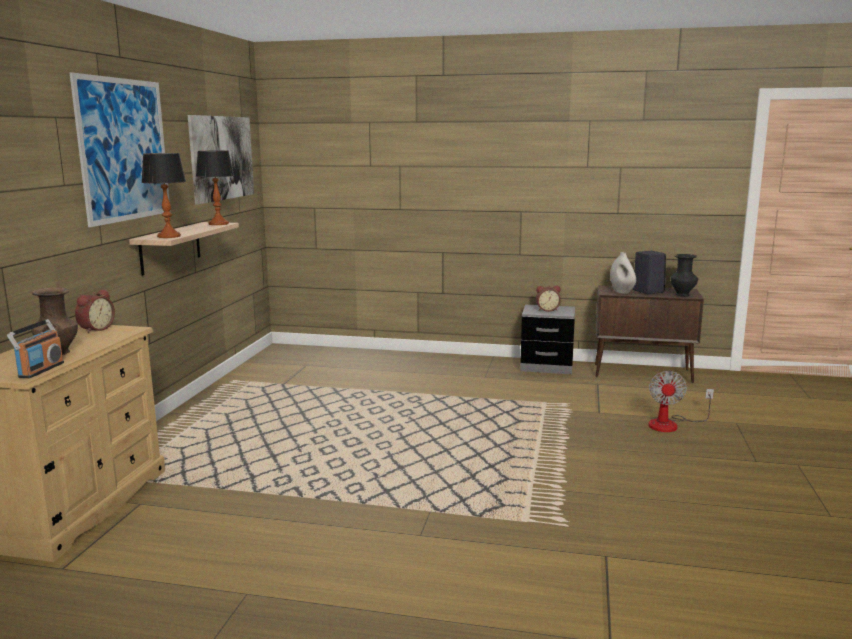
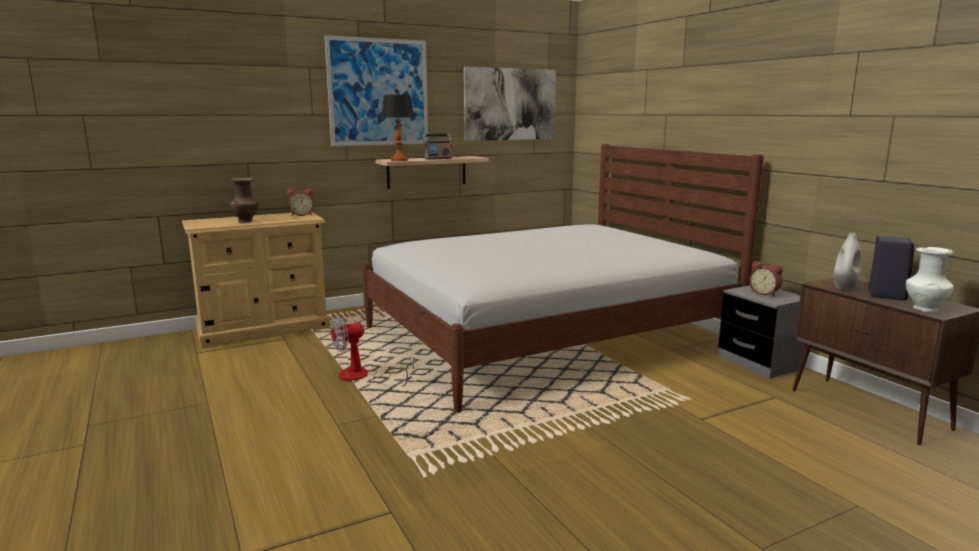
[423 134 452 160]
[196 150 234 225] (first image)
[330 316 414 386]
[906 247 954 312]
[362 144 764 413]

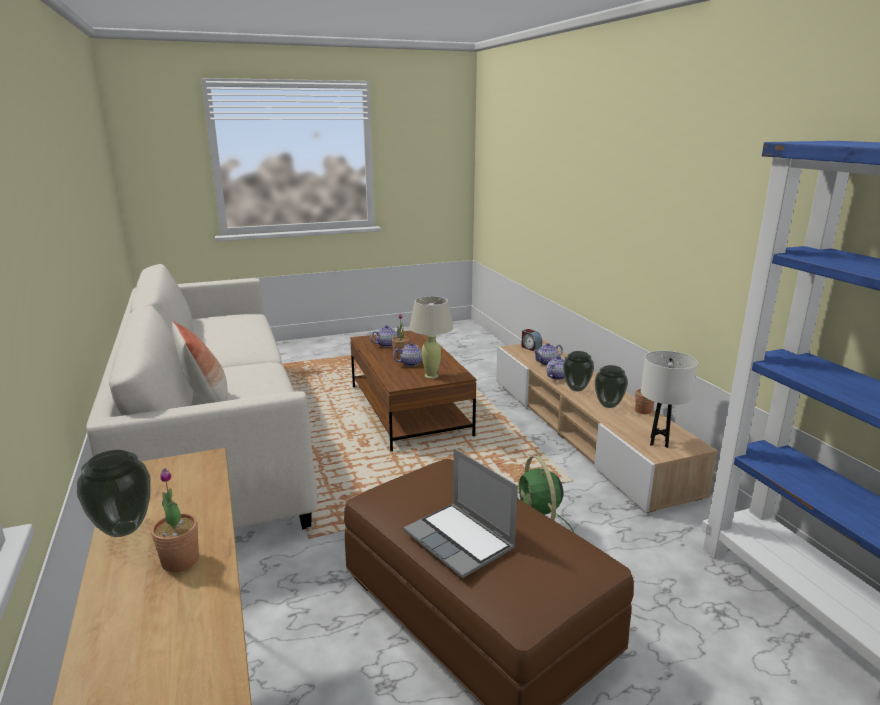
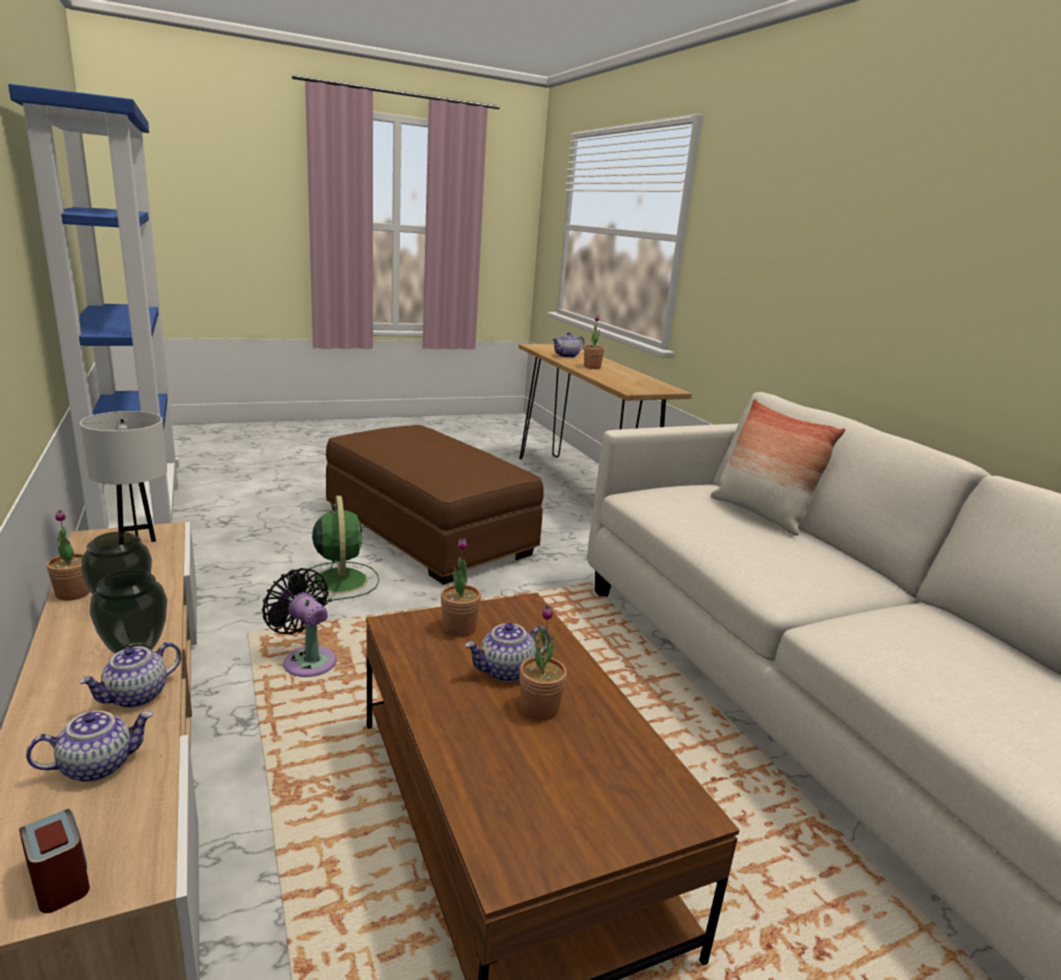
[77 450 150 537] (first image)
[552 332 585 358]
[404 448 518 578] (first image)
[441 538 481 637]
[262 568 337 677]

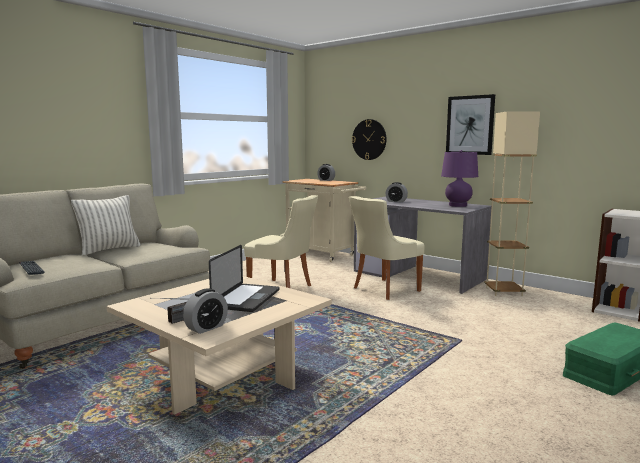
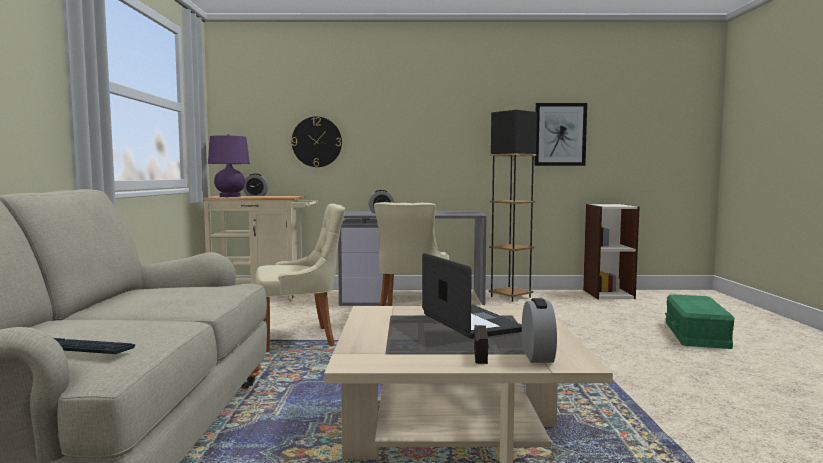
[71 195 141 256] (first image)
[208 134 250 197]
[534 103 587 166]
[489 110 537 302]

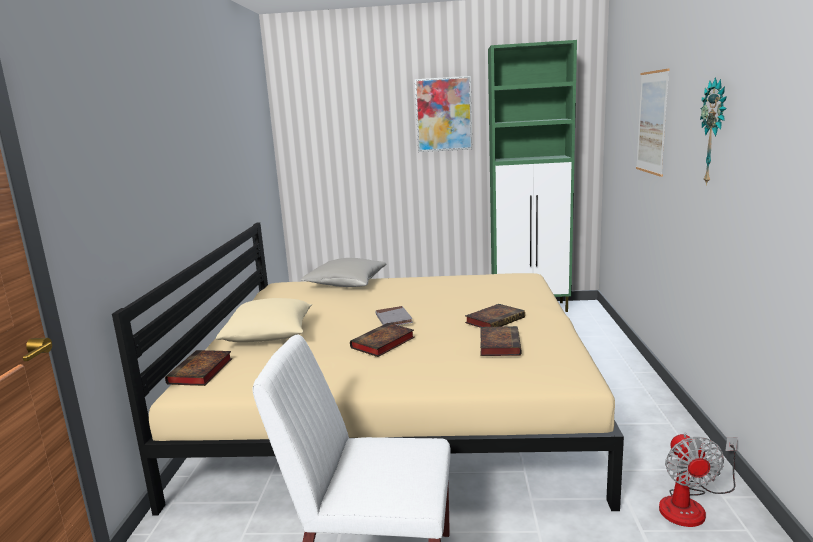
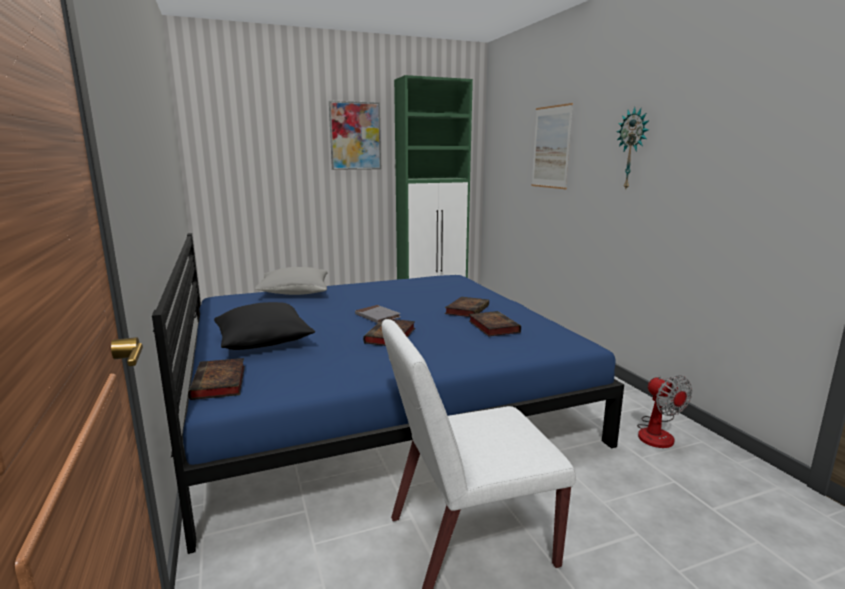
[152 233 624 554]
[214 302 315 350]

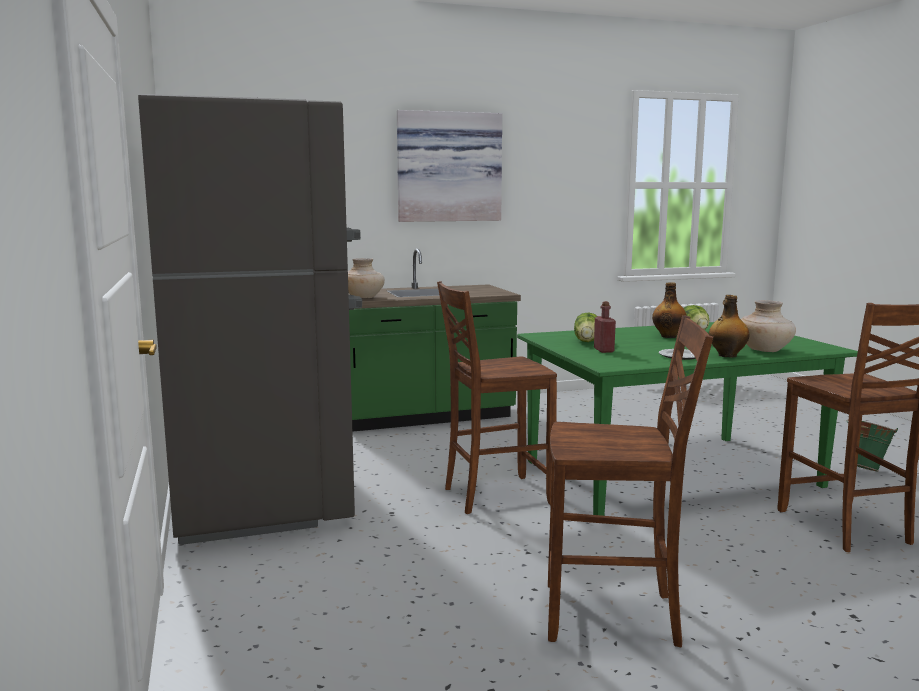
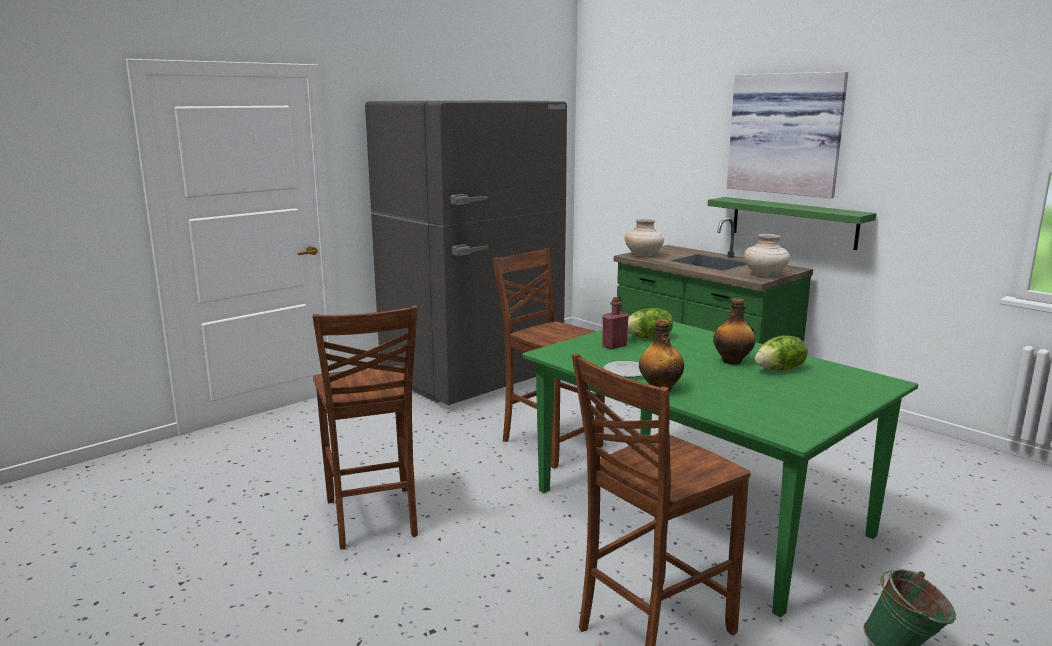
[744 234 790 277]
[707 197 876 250]

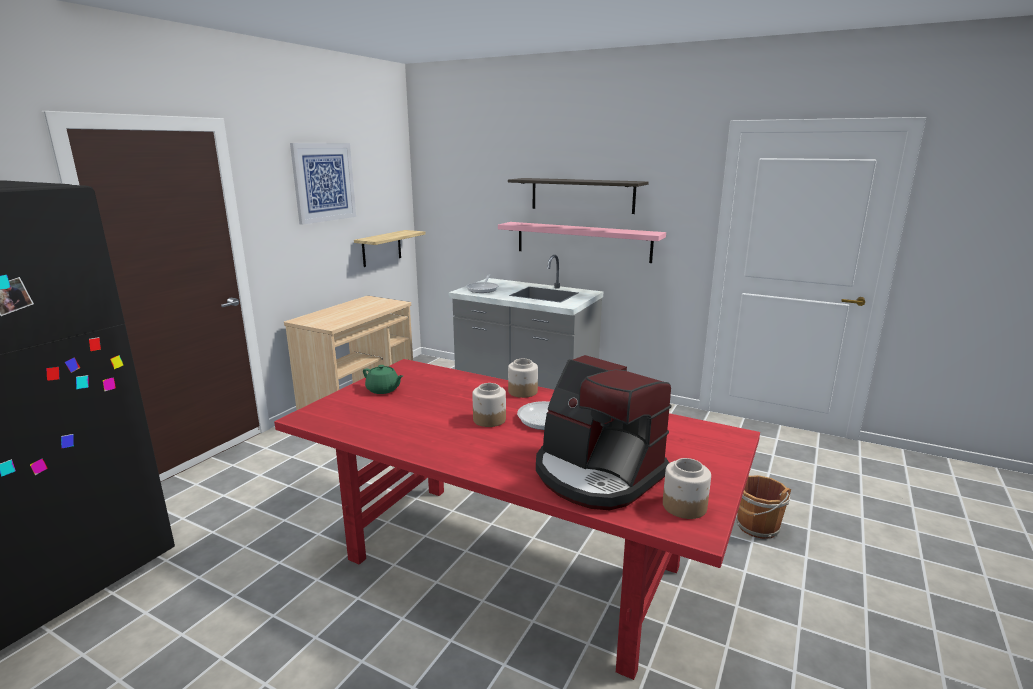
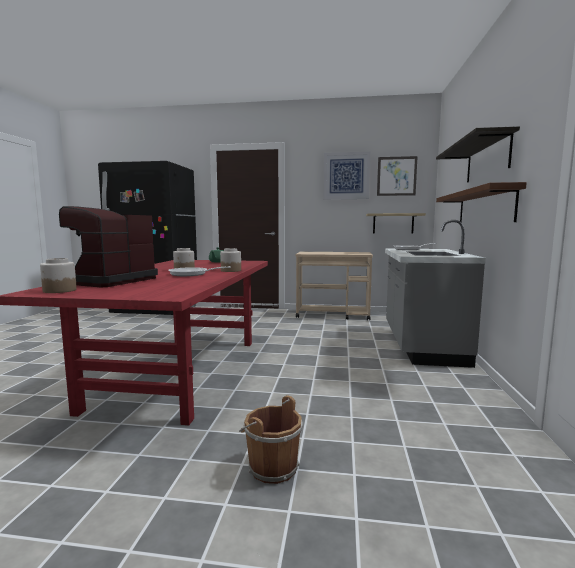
[436 182 527 222]
[377 156 418 196]

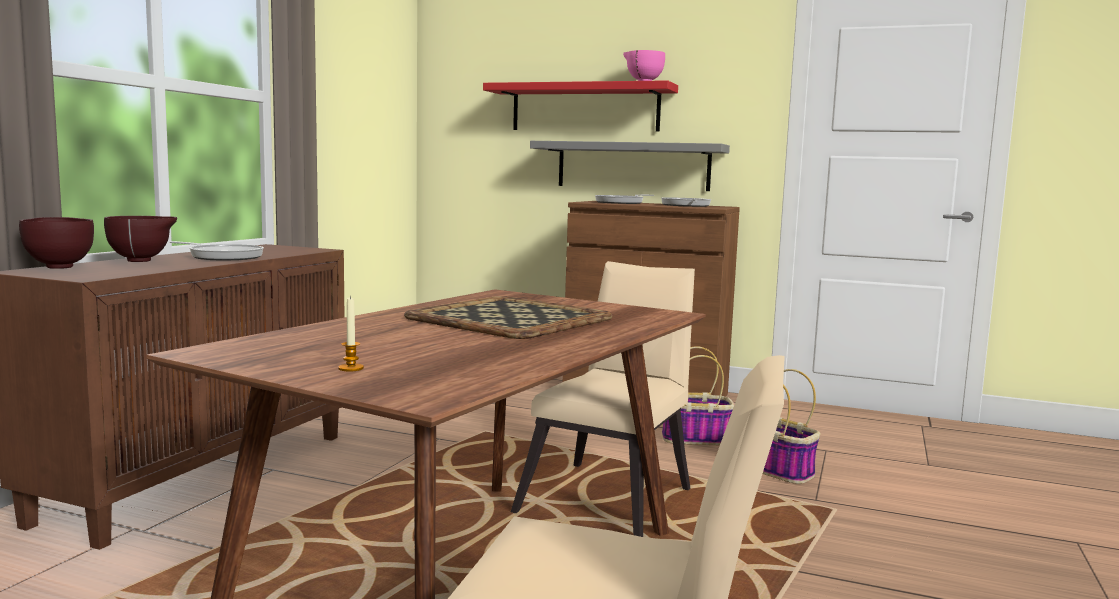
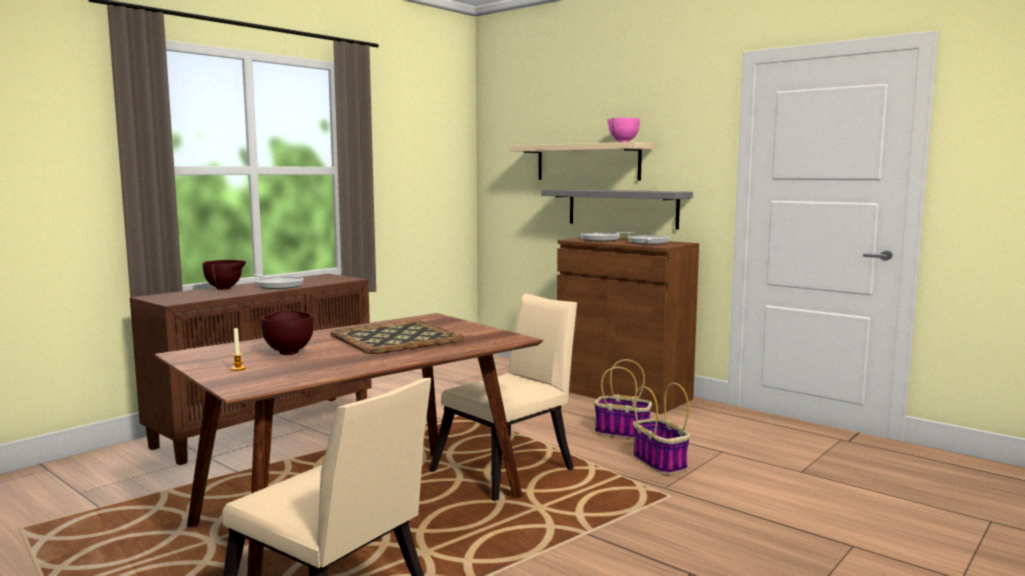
[261 310 314 355]
[510 142 654 180]

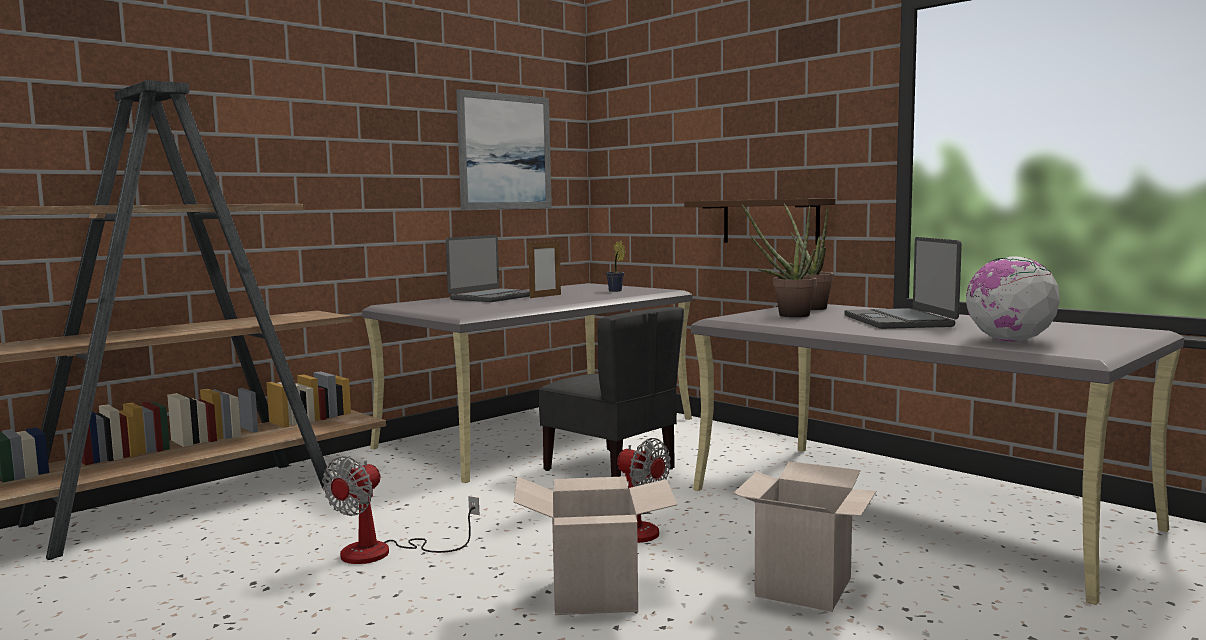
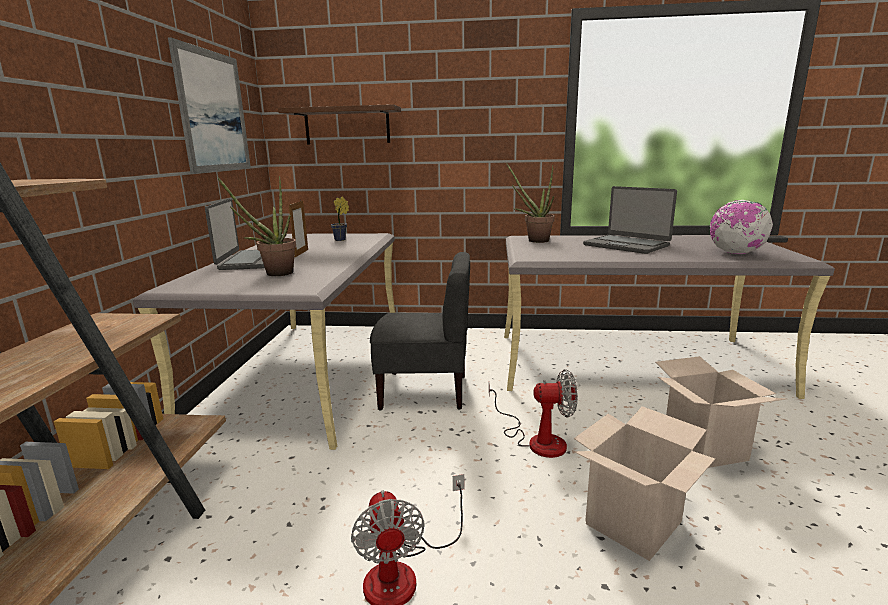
[278 104 401 145]
[217 176 296 276]

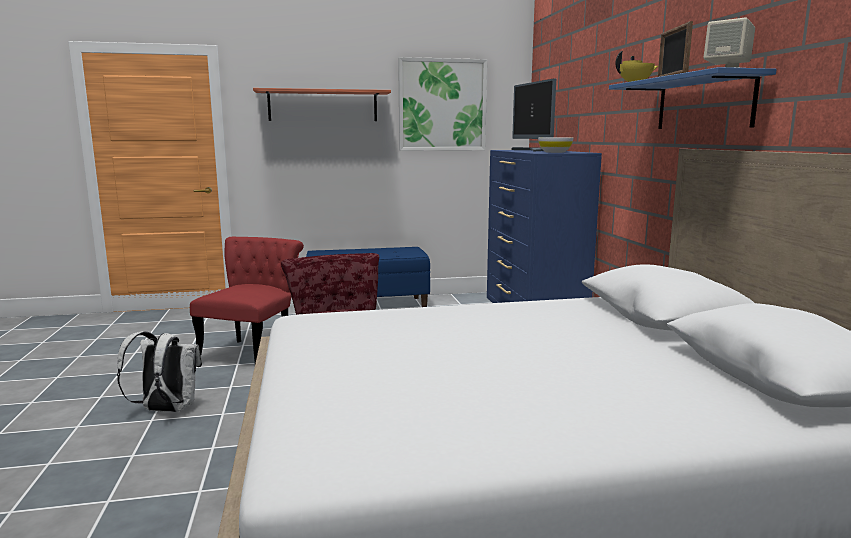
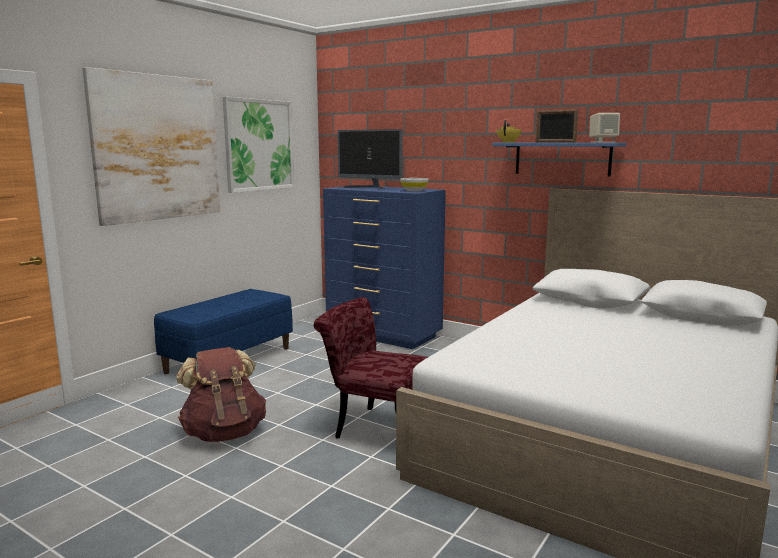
[117 331 202 412] (first image)
[176 347 266 442]
[82 67 220 226]

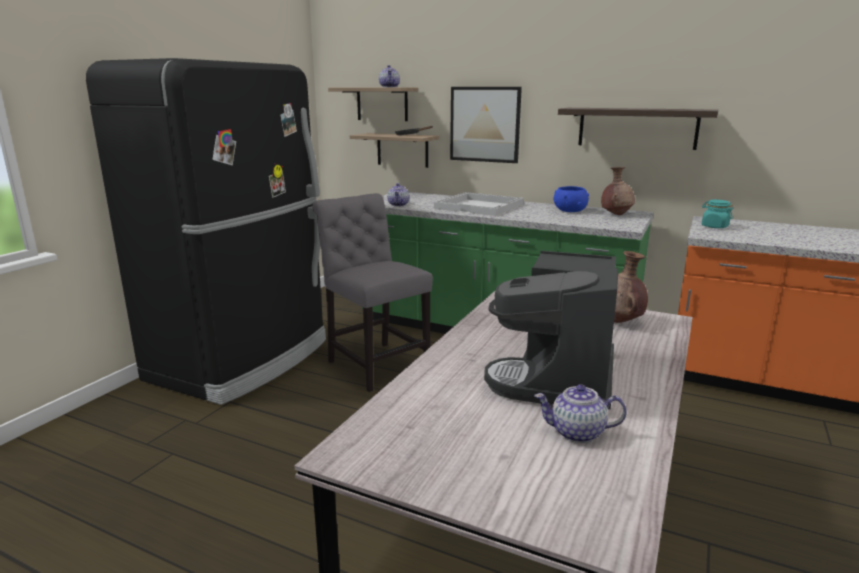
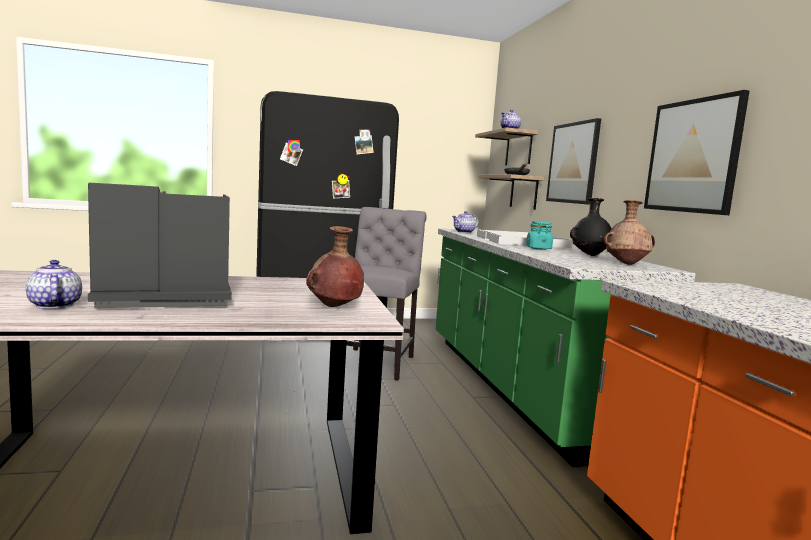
[570 198 612 256]
[644 90 750 215]
[526 221 553 250]

